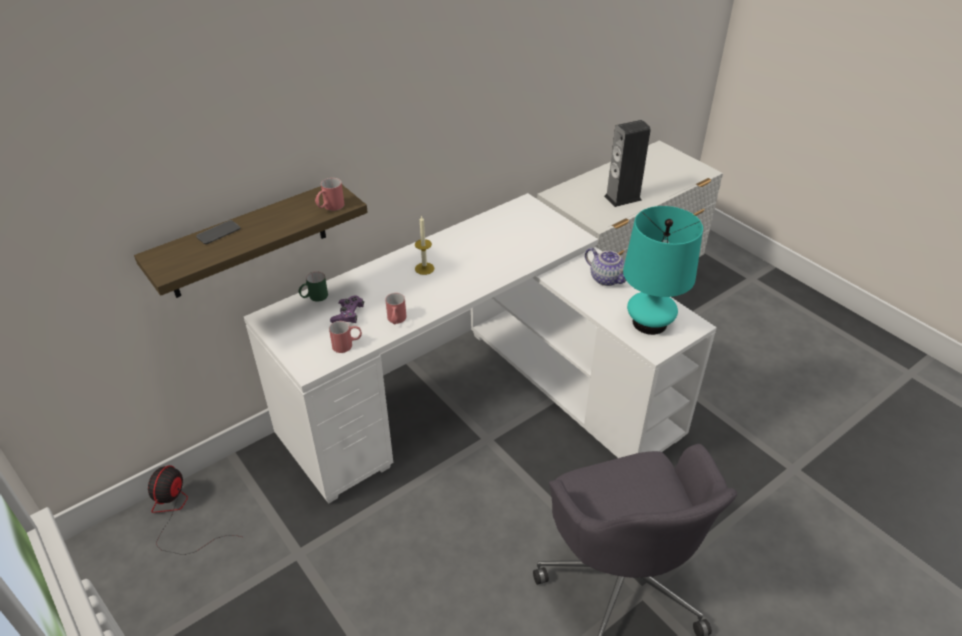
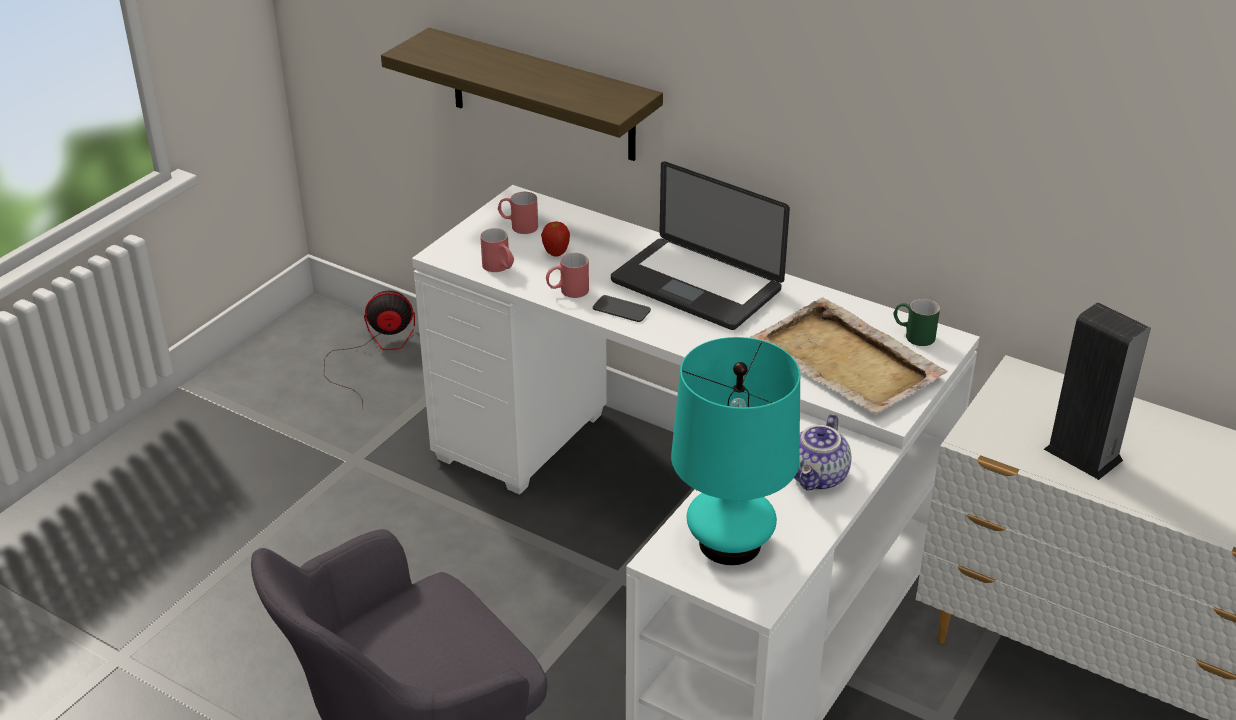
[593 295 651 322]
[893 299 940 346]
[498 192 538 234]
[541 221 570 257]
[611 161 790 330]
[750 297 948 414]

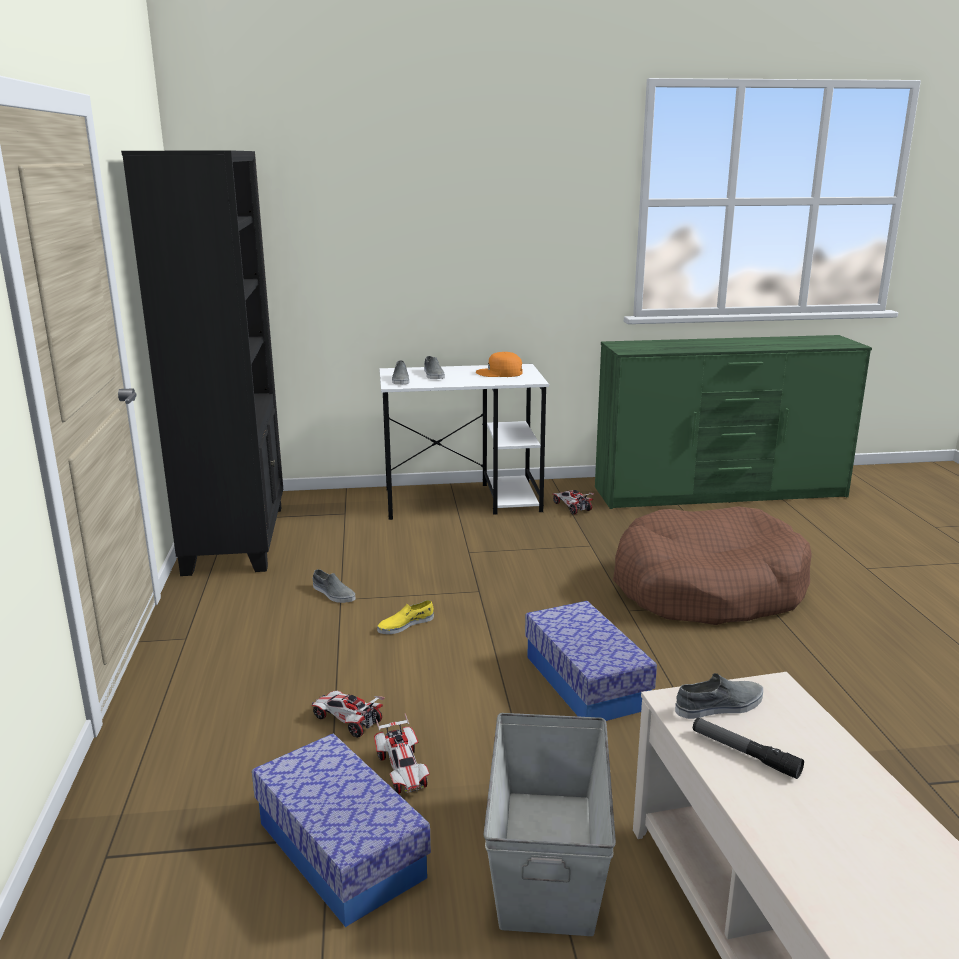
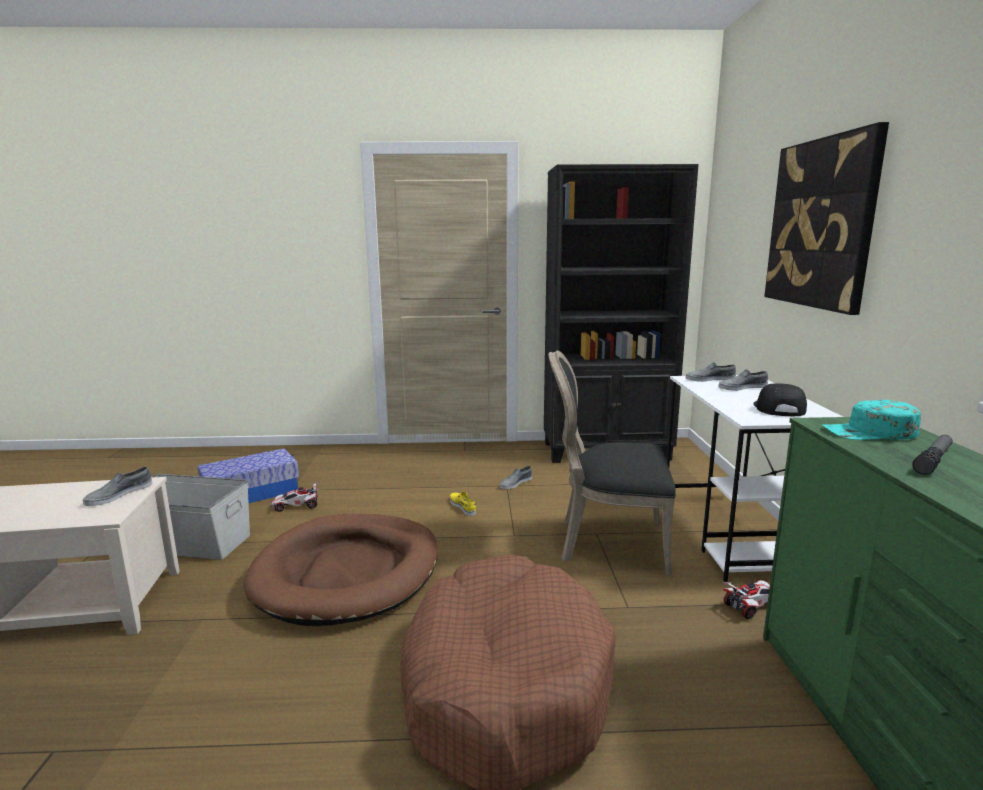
[312 691 385 738] (first image)
[753 383 807 416]
[244 514 438 626]
[83 467 152 506]
[912 435 953 475]
[548 350 676 576]
[764 122 889 315]
[821 400 921 440]

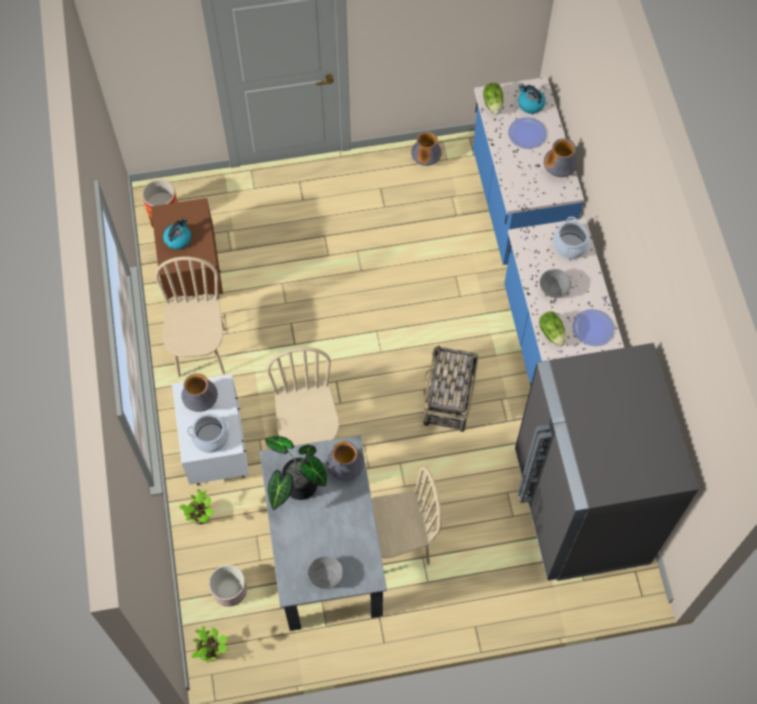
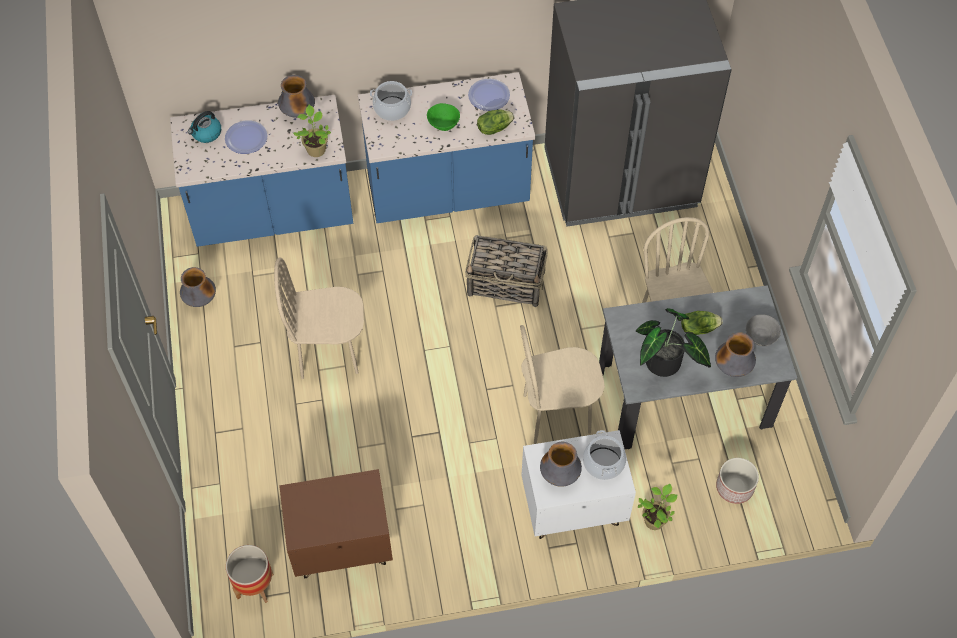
[274 258 364 379]
[163 218 191 250] (first image)
[293 105 331 157]
[715 332 756 377]
[681 311 723 335]
[427 103 460 131]

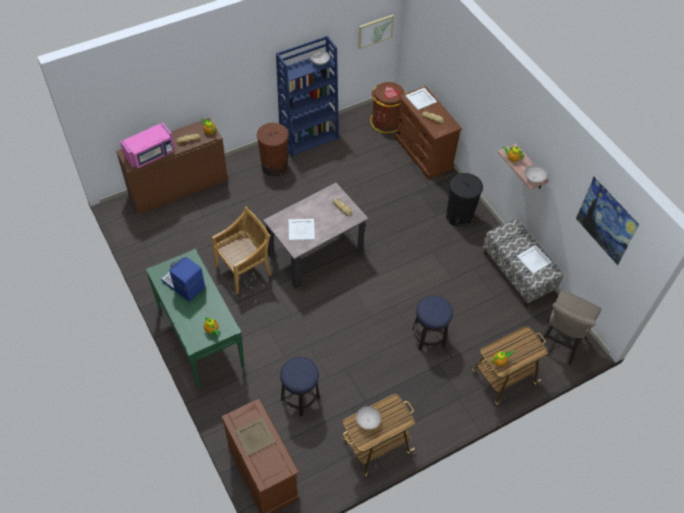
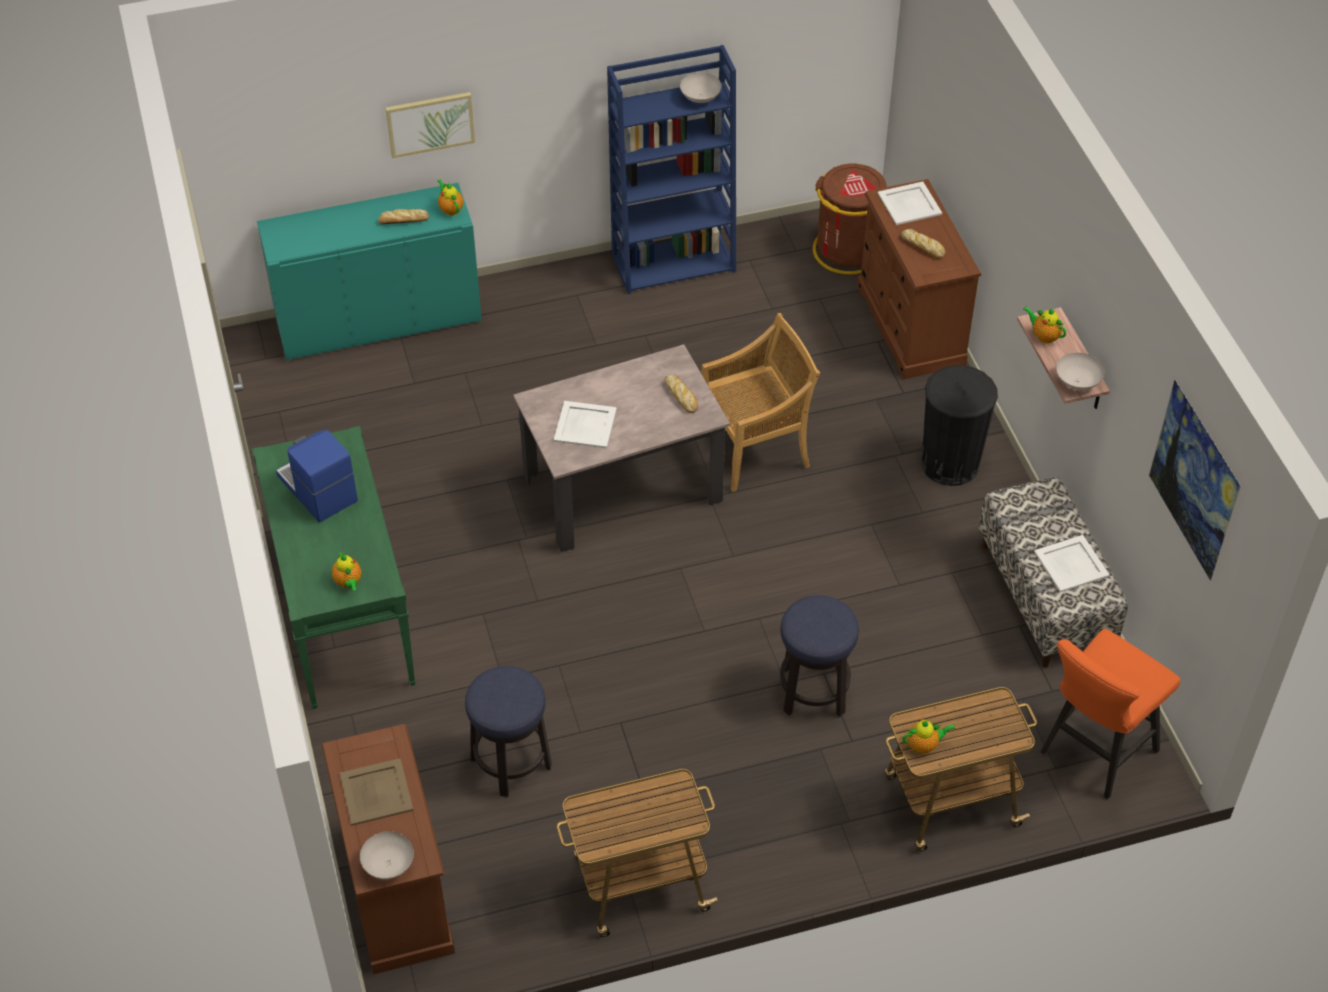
[257 183 482 360]
[120 122 175 168] (first image)
[701 313 820 492]
[257 123 289 177] (first image)
[360 831 414 879]
[385 92 475 158]
[1041 629 1181 799]

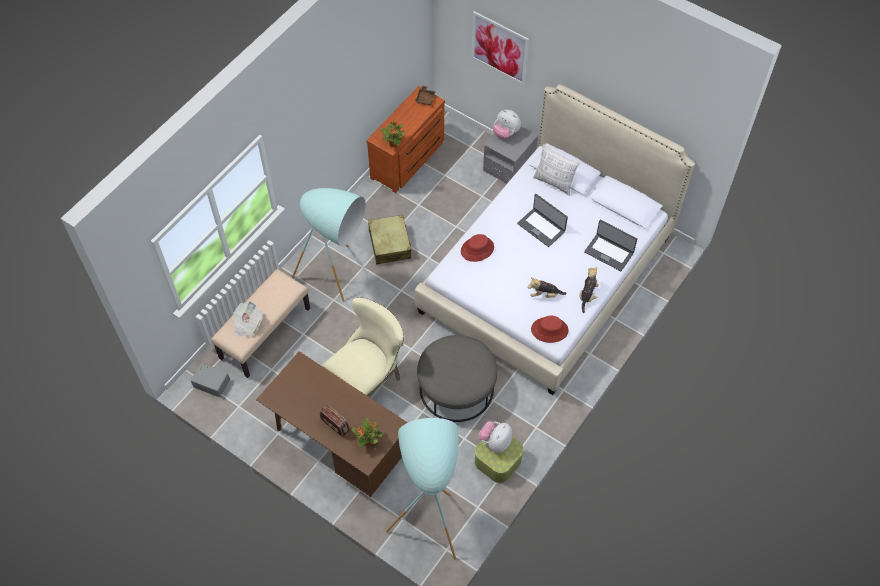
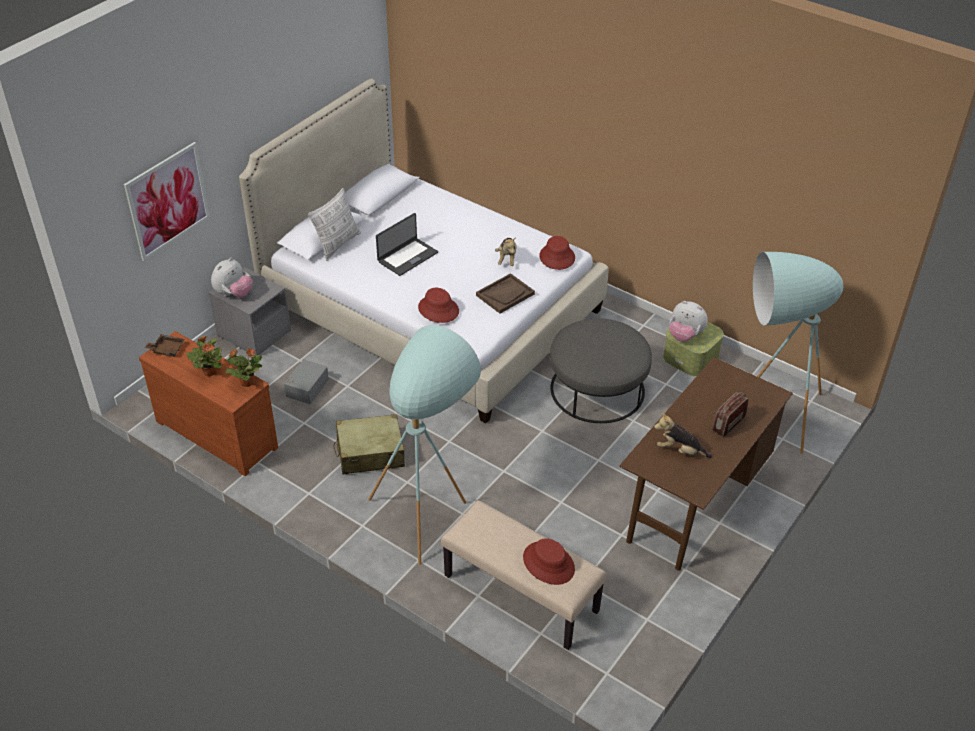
[284 359 329 404]
[523 538 575 585]
[322 297 405 396] (first image)
[186 336 222 376]
[654 412 712 458]
[584 220 637 271] (first image)
[476 273 535 314]

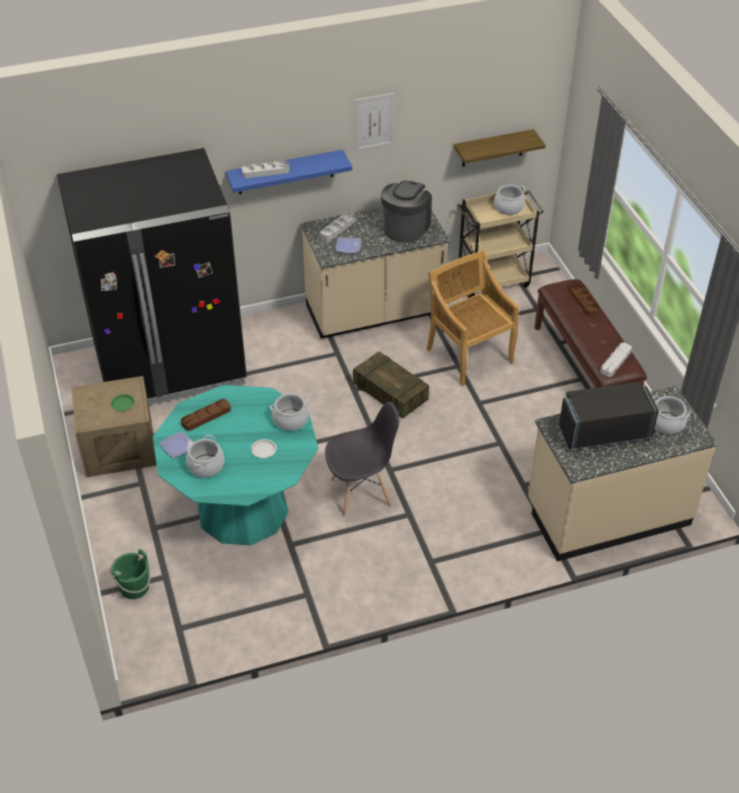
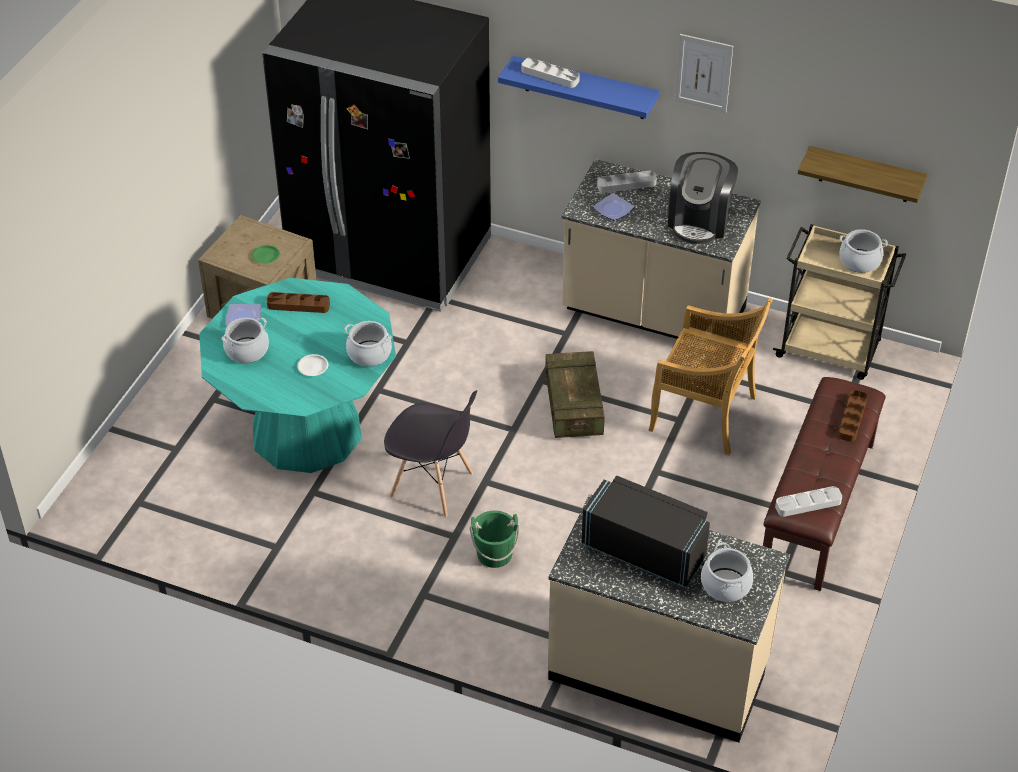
[469 511 520 568]
[668 152 738 244]
[648 297 773 456]

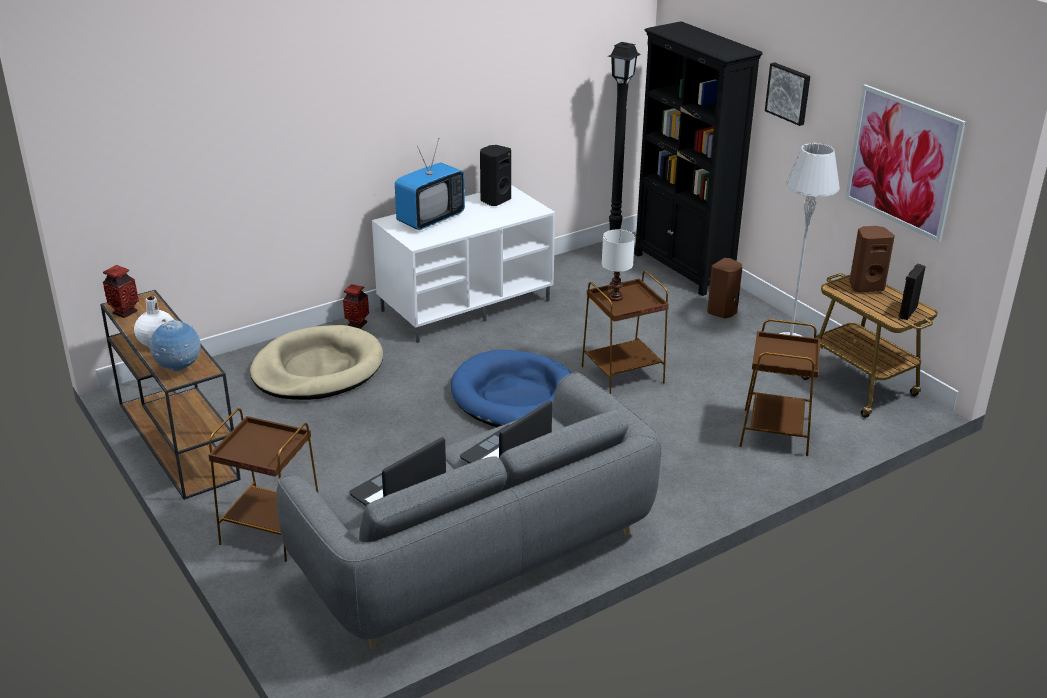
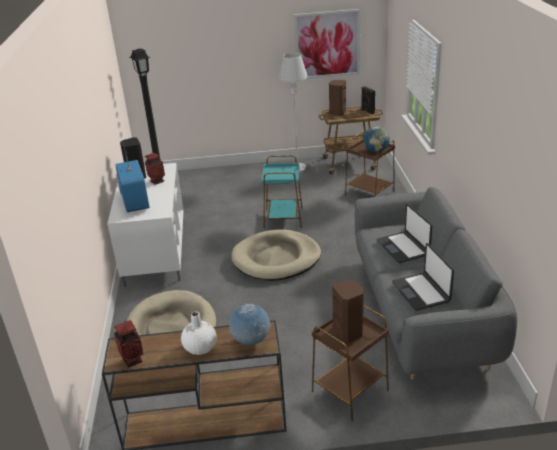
[145 153 165 185]
[231 230 321 281]
[261 155 303 230]
[602 229 635 301] (first image)
[634 21 763 296] (first image)
[332 280 364 343]
[765 62 810 126] (first image)
[363 126 390 153]

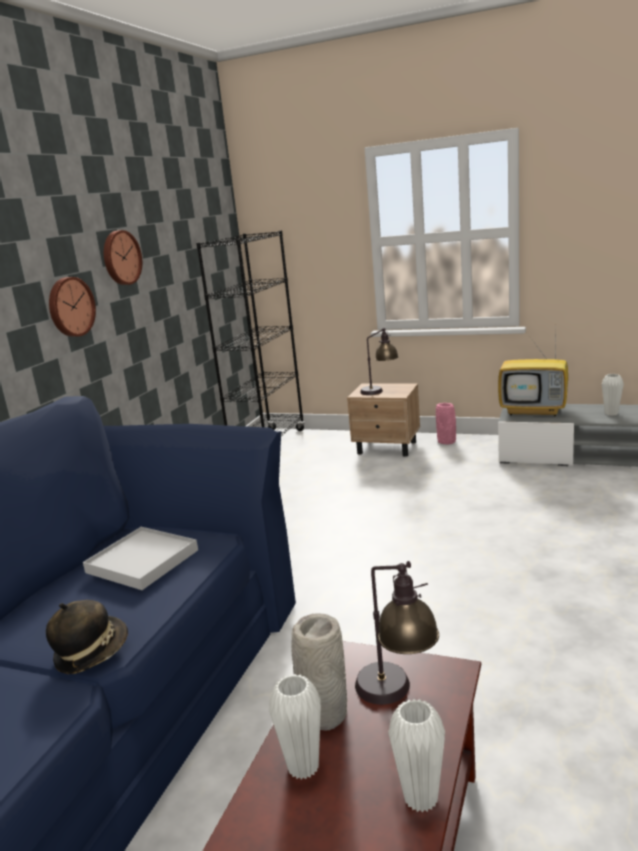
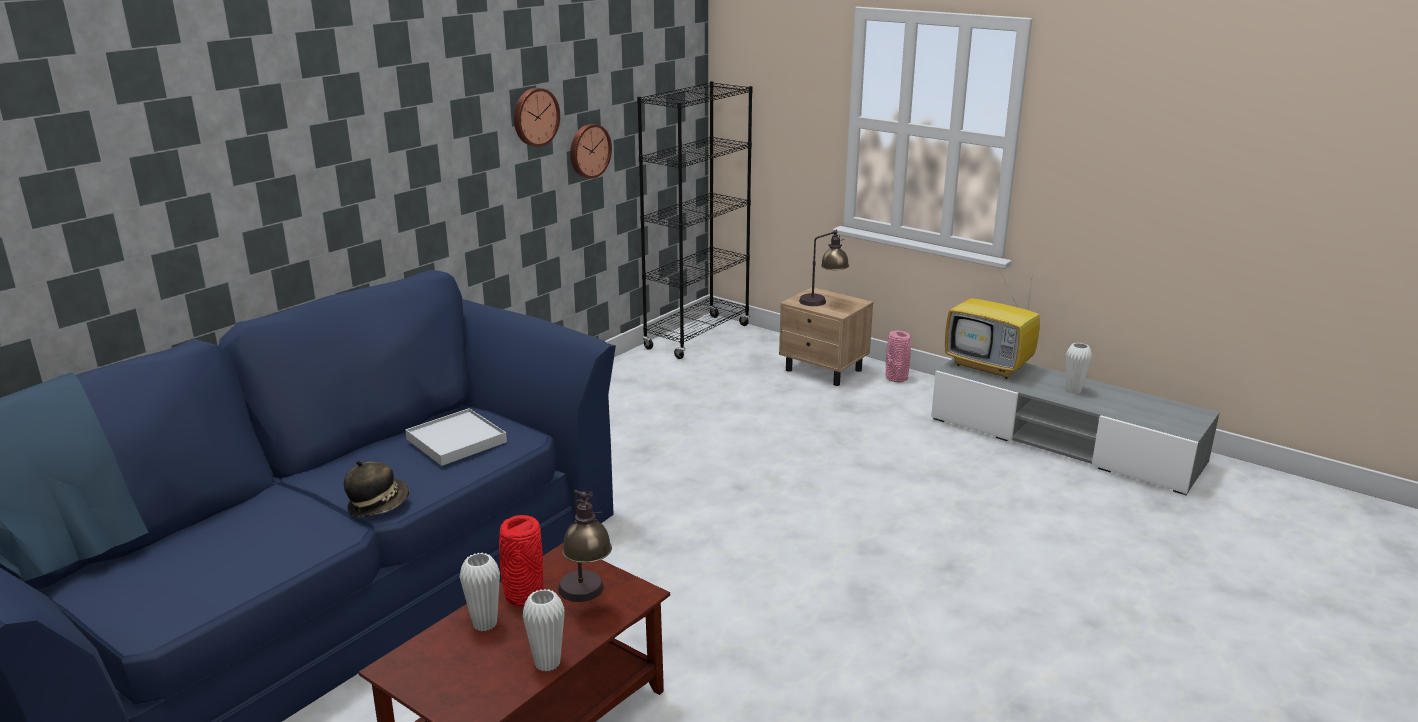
[570 124 612 179]
[499 515 543 607]

